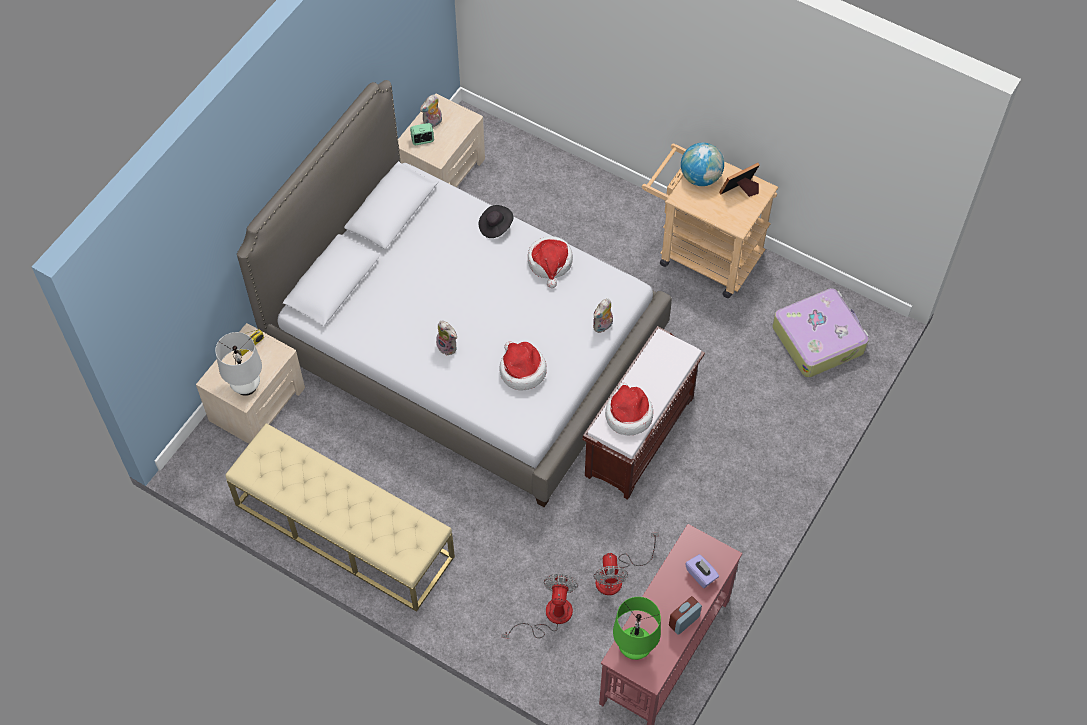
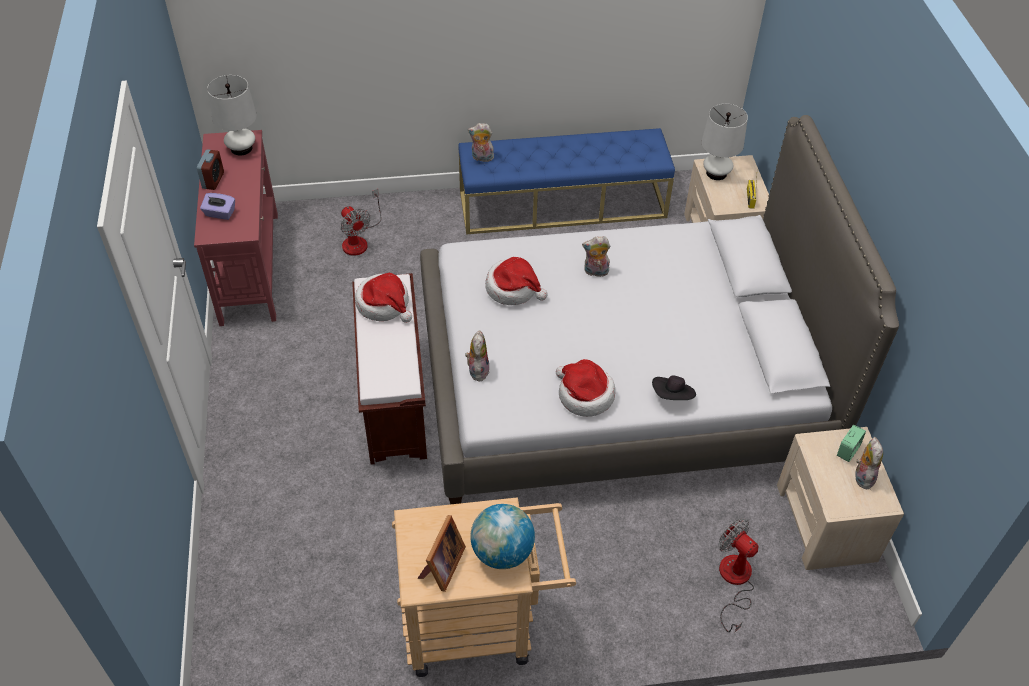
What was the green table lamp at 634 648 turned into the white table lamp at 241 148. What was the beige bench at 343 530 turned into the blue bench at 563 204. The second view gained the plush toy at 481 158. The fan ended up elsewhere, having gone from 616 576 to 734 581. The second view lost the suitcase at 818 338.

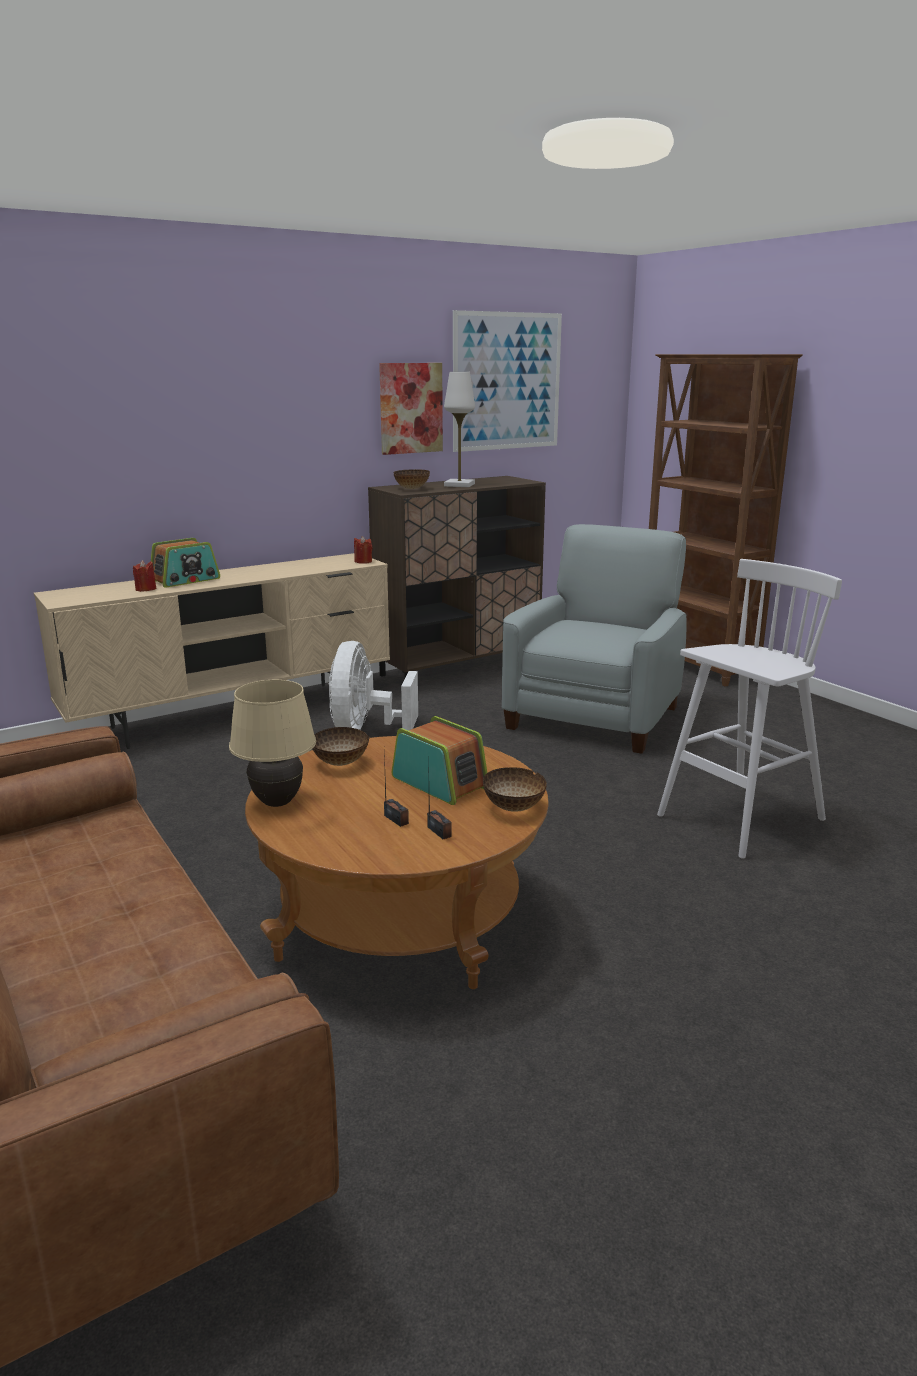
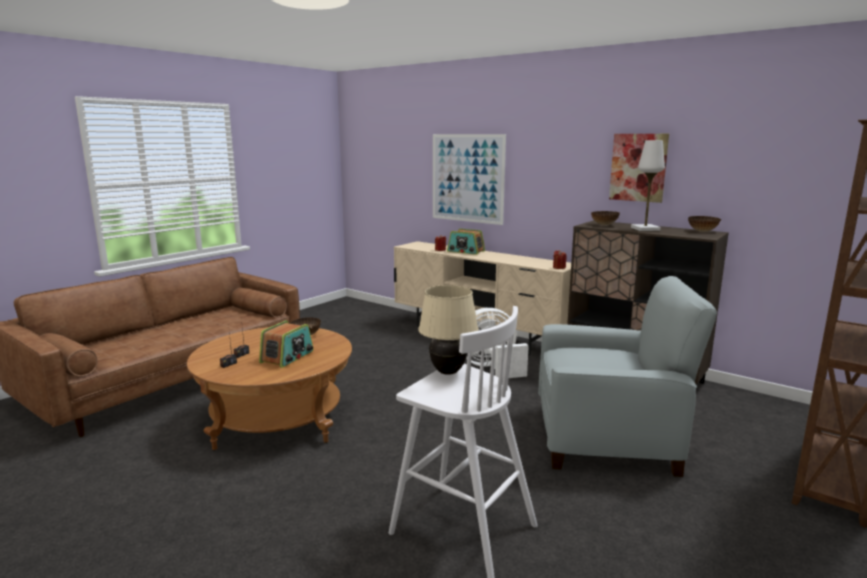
The beige table lamp ended up elsewhere, having gone from 277 802 to 448 372. The picture ended up elsewhere, having gone from 507 381 to 467 178. The bowl ended up elsewhere, having gone from 514 808 to 702 231.

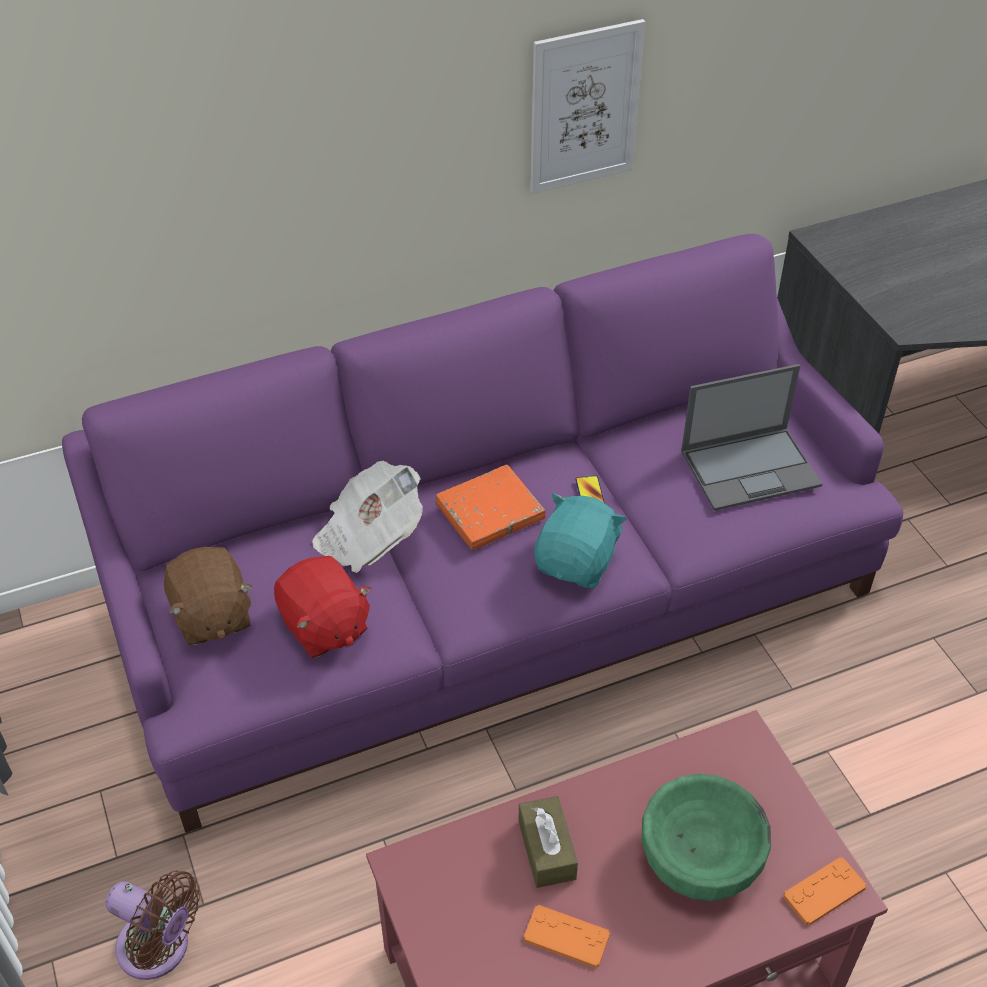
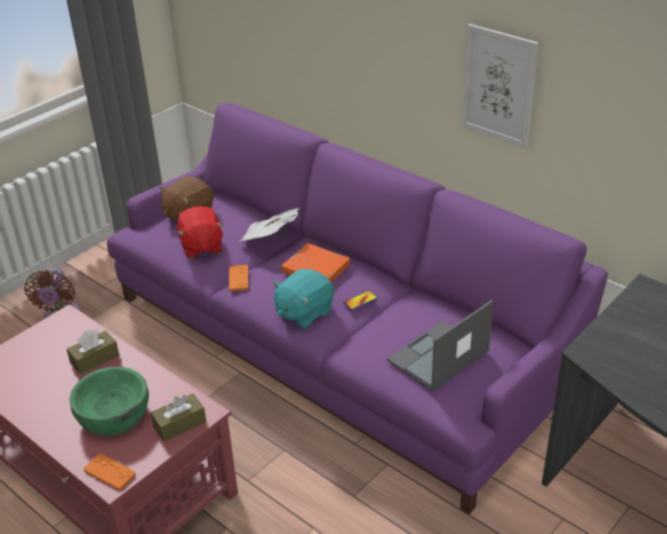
The second view gained the brown tissue box at 179 424. The red plush toy at 324 627 ended up facing another way, 45 degrees counterclockwise from before. The orange game controller ended up elsewhere, having gone from 566 937 to 238 278. The turquoise plush toy at 577 562 ended up facing another way, 135 degrees clockwise from before. The laptop at 751 468 ended up facing another way, 90 degrees clockwise from before.

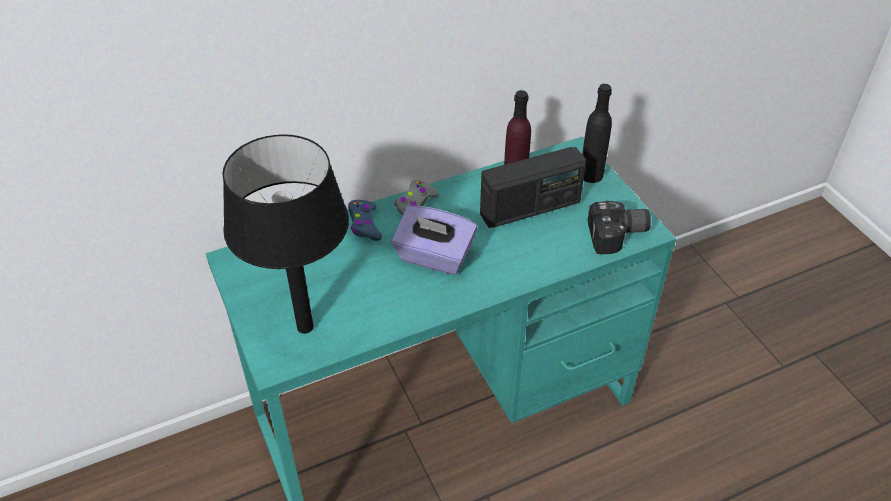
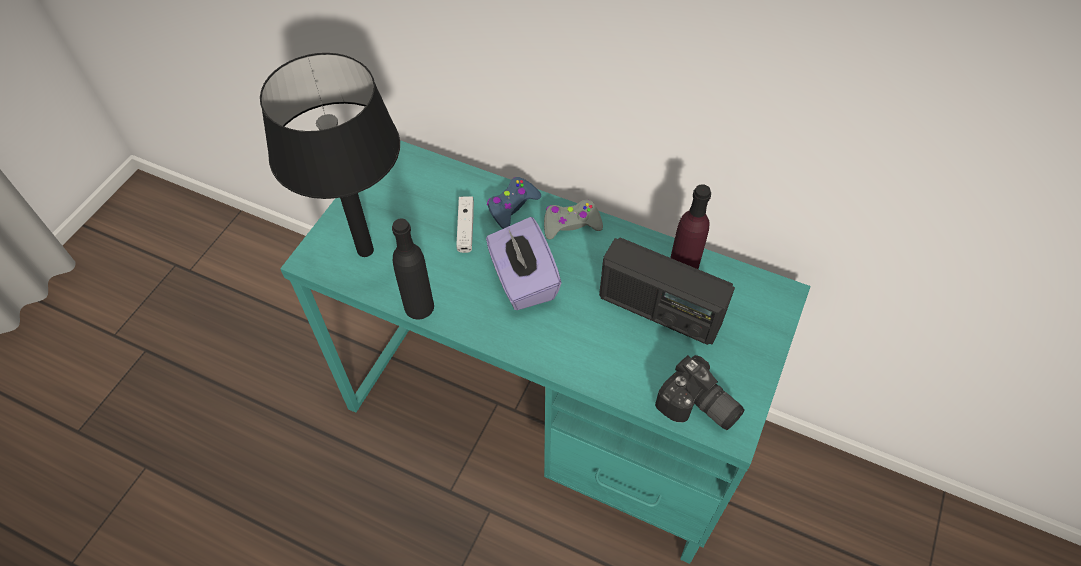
The black bottle ended up elsewhere, having gone from 591 175 to 419 306. The second view gained the white game controller at 465 228.

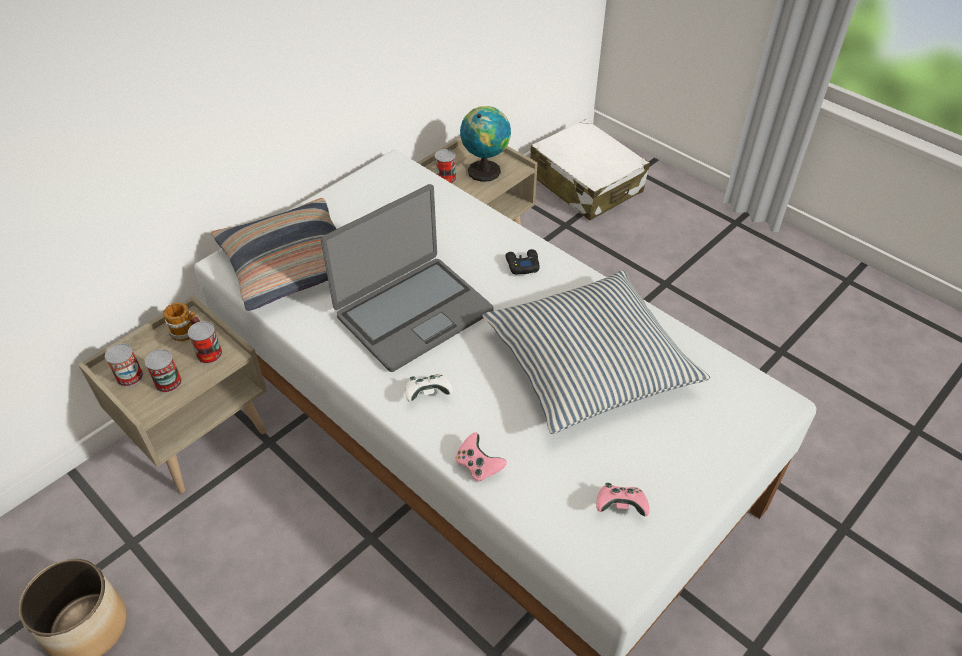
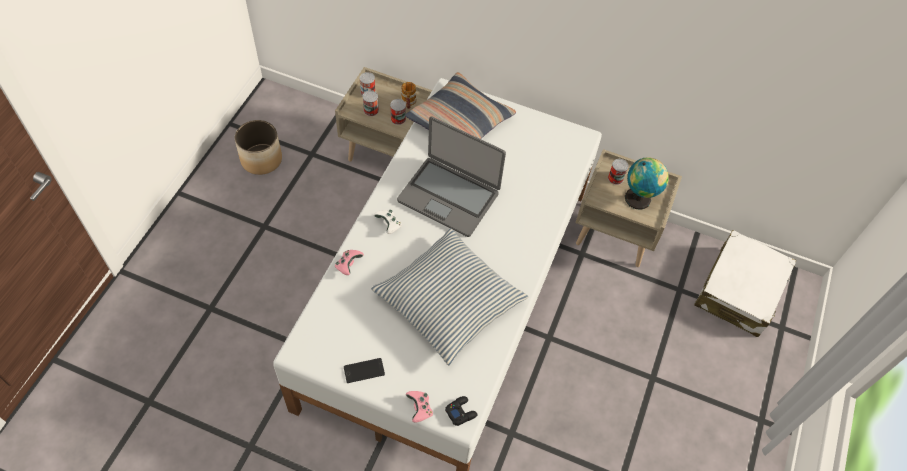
The second view gained the phone at 364 370. The pink game controller ended up elsewhere, having gone from 620 507 to 419 409. The black game controller ended up elsewhere, having gone from 522 265 to 461 412.

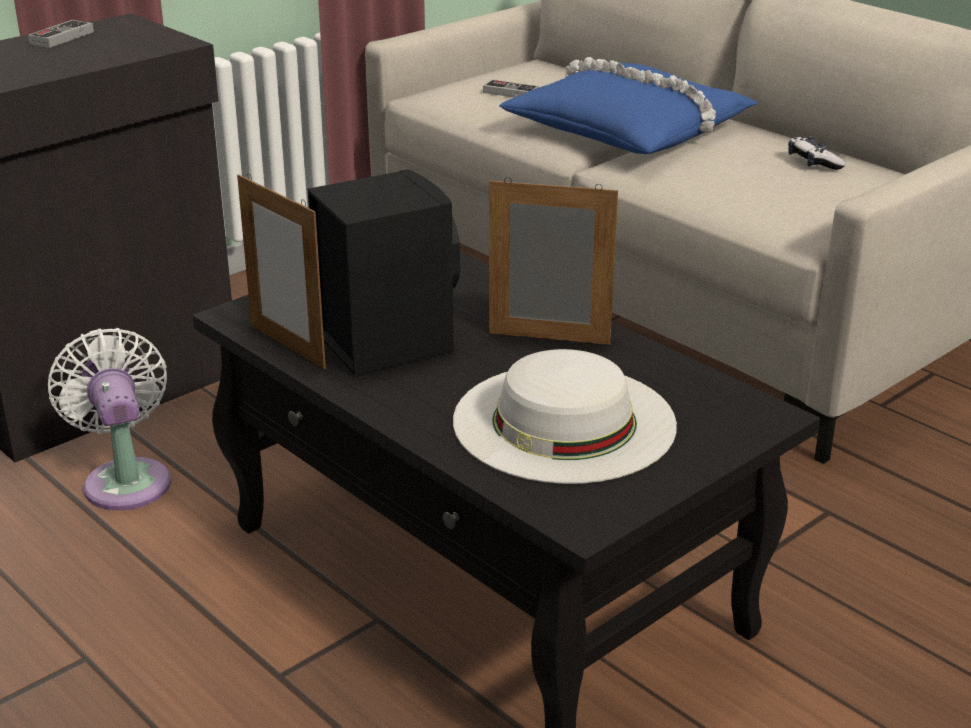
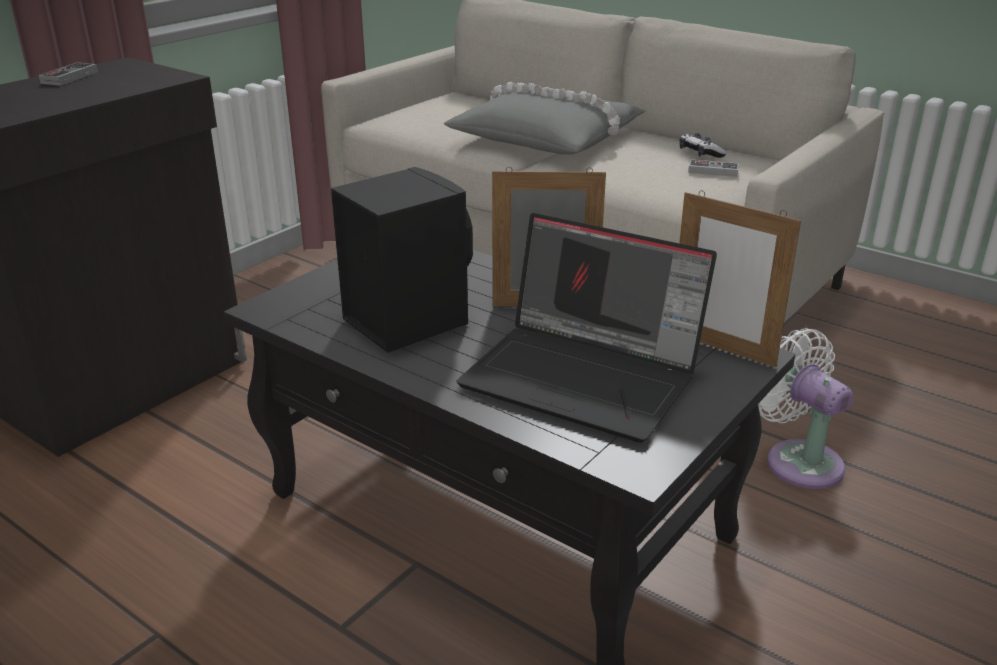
What was the blue pillow at 629 129 turned into the grey pillow at 547 137. Where the white hat stood at 564 422, the laptop came to stand at 585 377. The picture frame ended up elsewhere, having gone from 287 346 to 721 348. The game controller ended up elsewhere, having gone from 510 93 to 713 171. The white fan ended up elsewhere, having gone from 126 480 to 798 460.

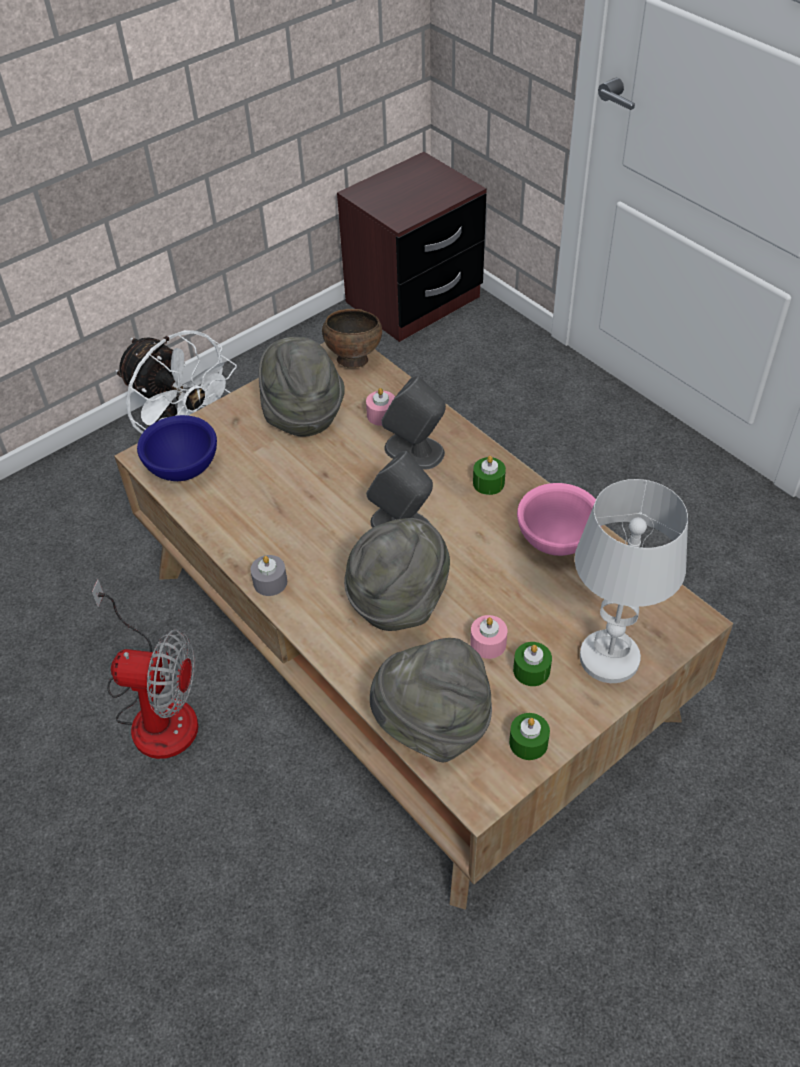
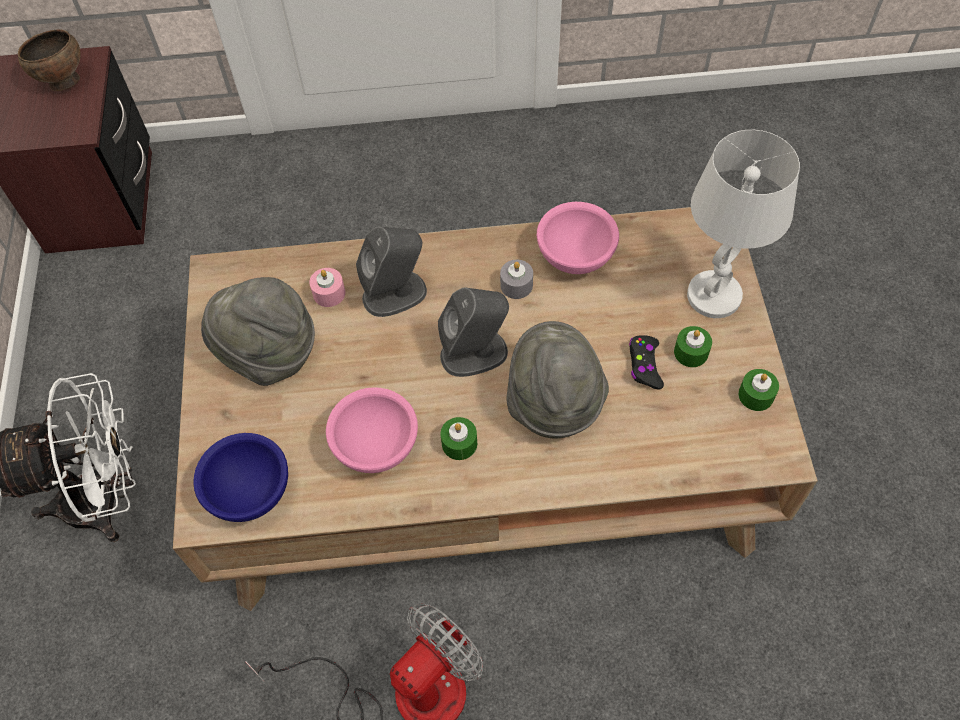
The brown bowl ended up elsewhere, having gone from 353 359 to 62 82. The second view gained the pink bowl at 375 446. The green candle ended up elsewhere, having gone from 488 483 to 459 443. The grey candle ended up elsewhere, having gone from 270 582 to 516 285. Where the pink candle stood at 488 643, the black game controller came to stand at 644 365. The second view lost the grey hat at 433 725.

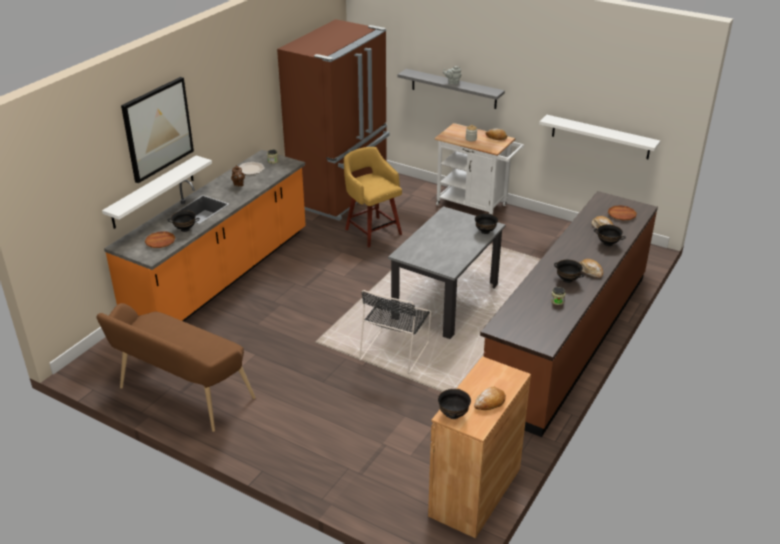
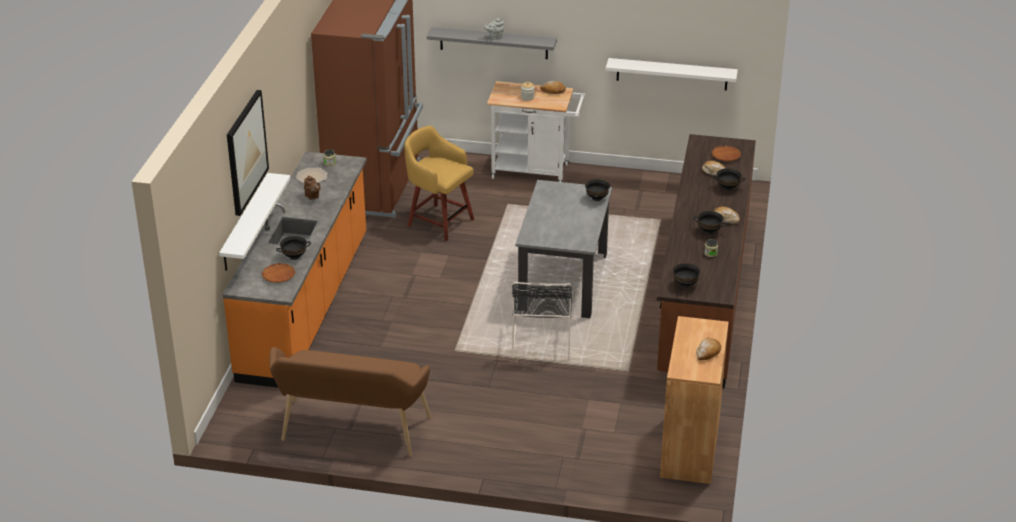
The black bowl ended up elsewhere, having gone from 453 415 to 685 285.

